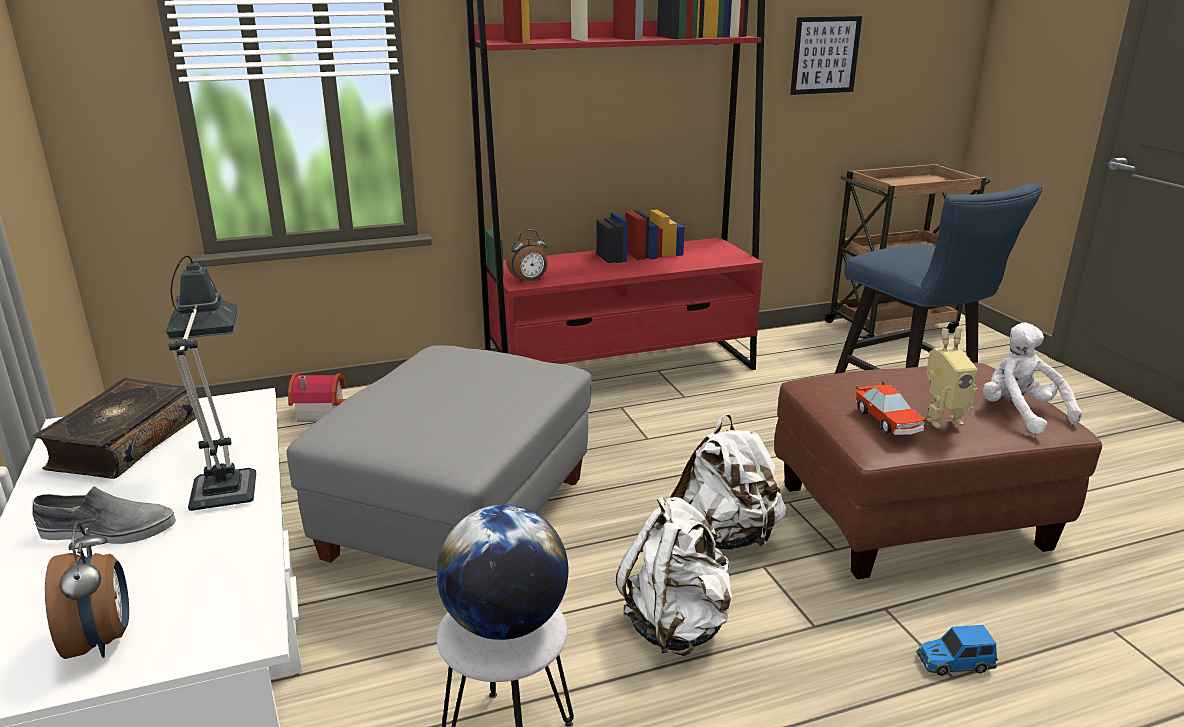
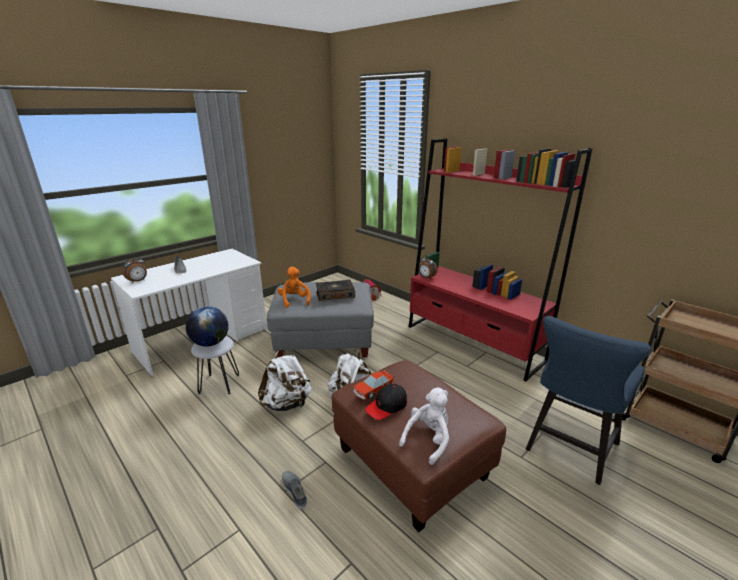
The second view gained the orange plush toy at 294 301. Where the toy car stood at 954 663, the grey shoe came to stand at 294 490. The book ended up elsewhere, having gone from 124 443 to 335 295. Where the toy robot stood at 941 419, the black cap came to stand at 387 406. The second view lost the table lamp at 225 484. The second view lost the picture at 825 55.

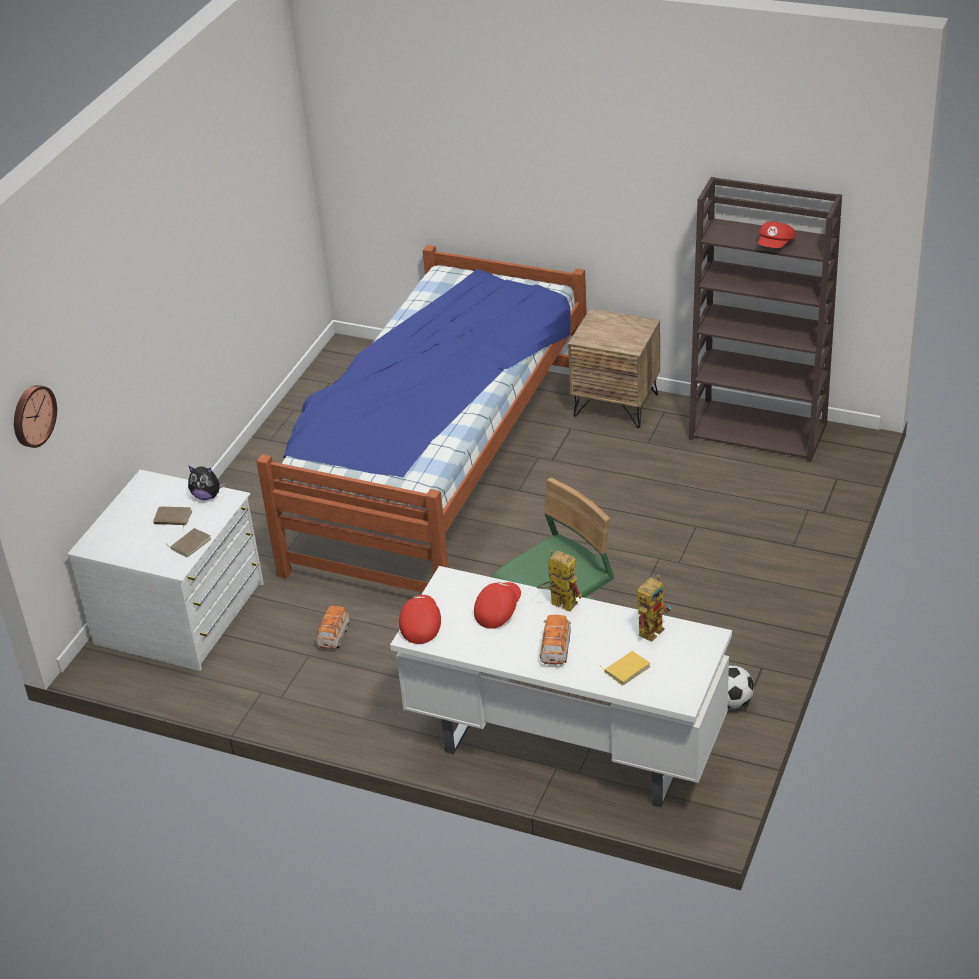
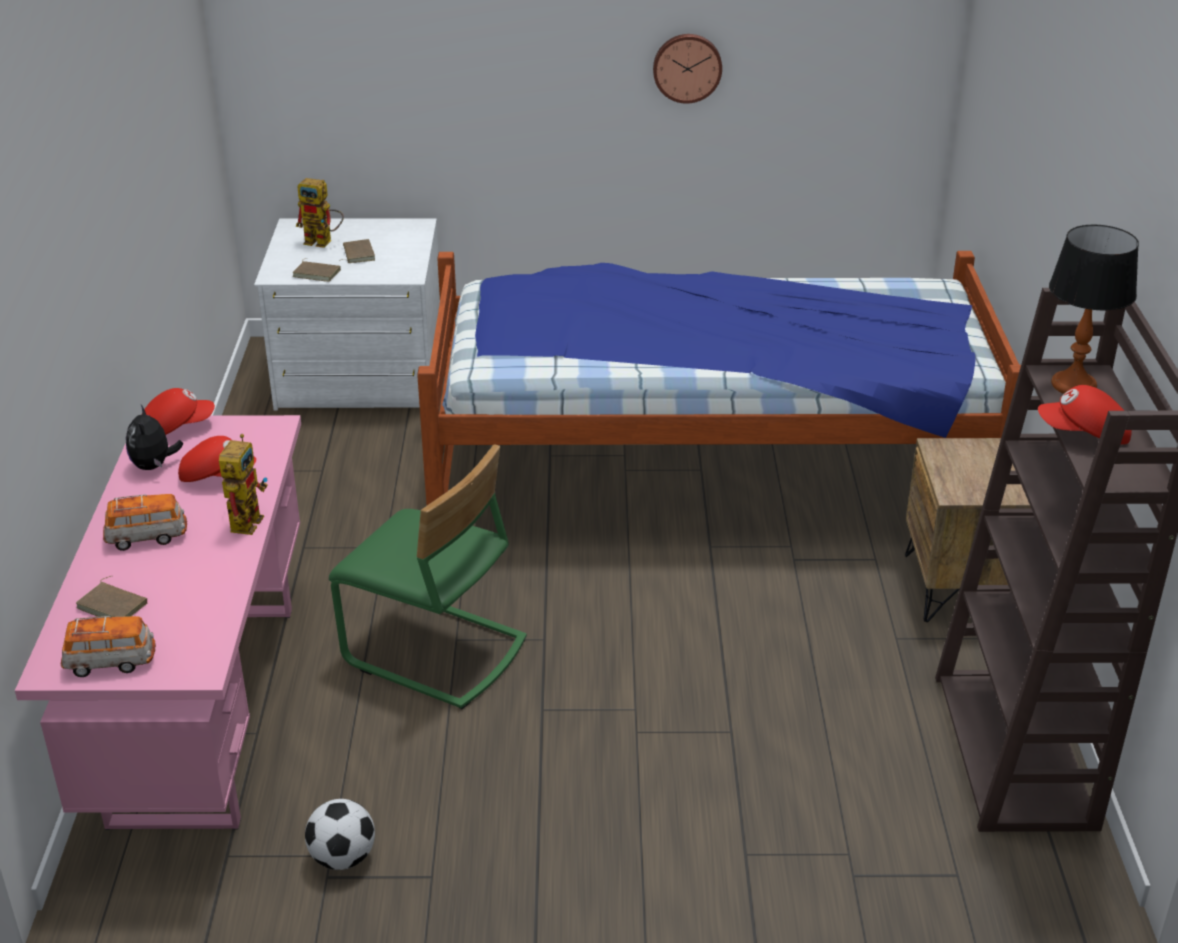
What was the white desk at 564 749 turned into the pink desk at 204 709. The toy car ended up elsewhere, having gone from 334 636 to 110 662. What was the yellow book at 626 669 turned into the brown book at 114 605. The plush toy ended up elsewhere, having gone from 207 496 to 154 466. The toy robot ended up elsewhere, having gone from 652 627 to 324 242. The wall clock ended up elsewhere, having gone from 32 415 to 687 67. The second view gained the table lamp at 1074 385.

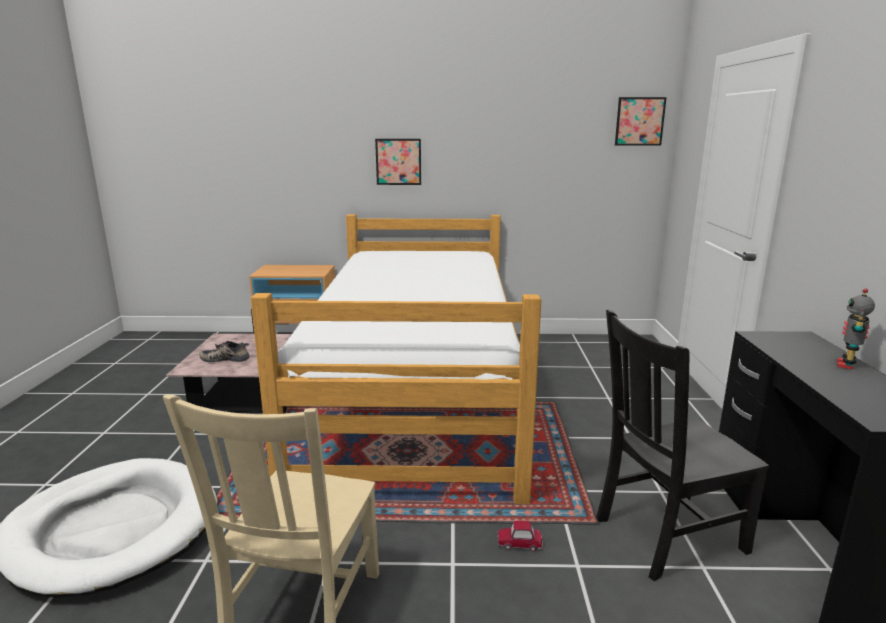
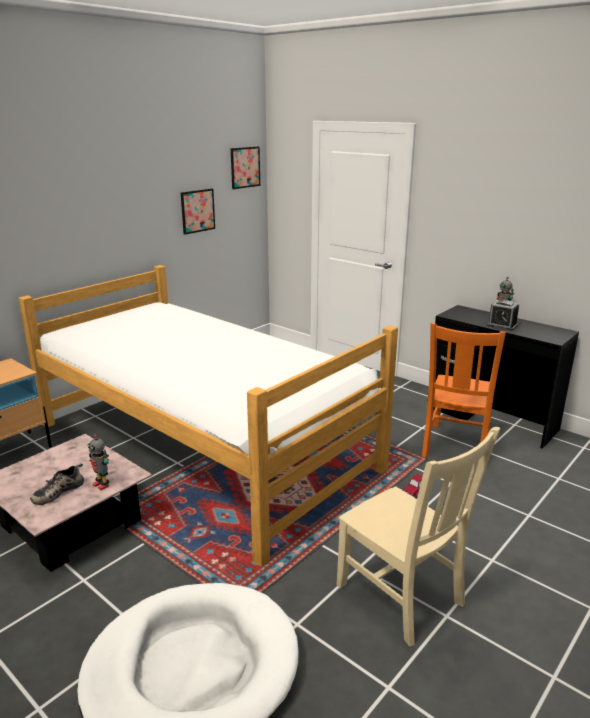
The second view gained the toy robot at 102 485. The picture ended up elsewhere, having gone from 398 162 to 197 211. What was the black chair at 665 535 turned into the orange chair at 455 447. The second view gained the alarm clock at 502 325.

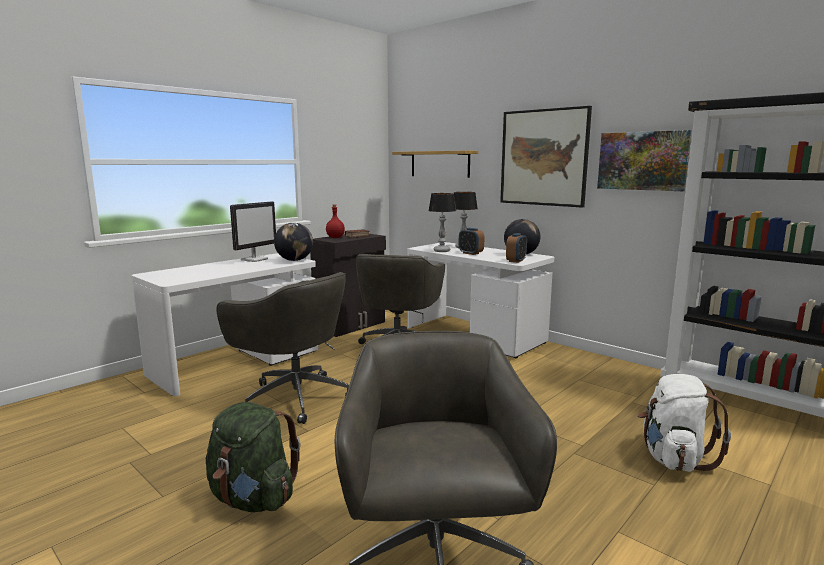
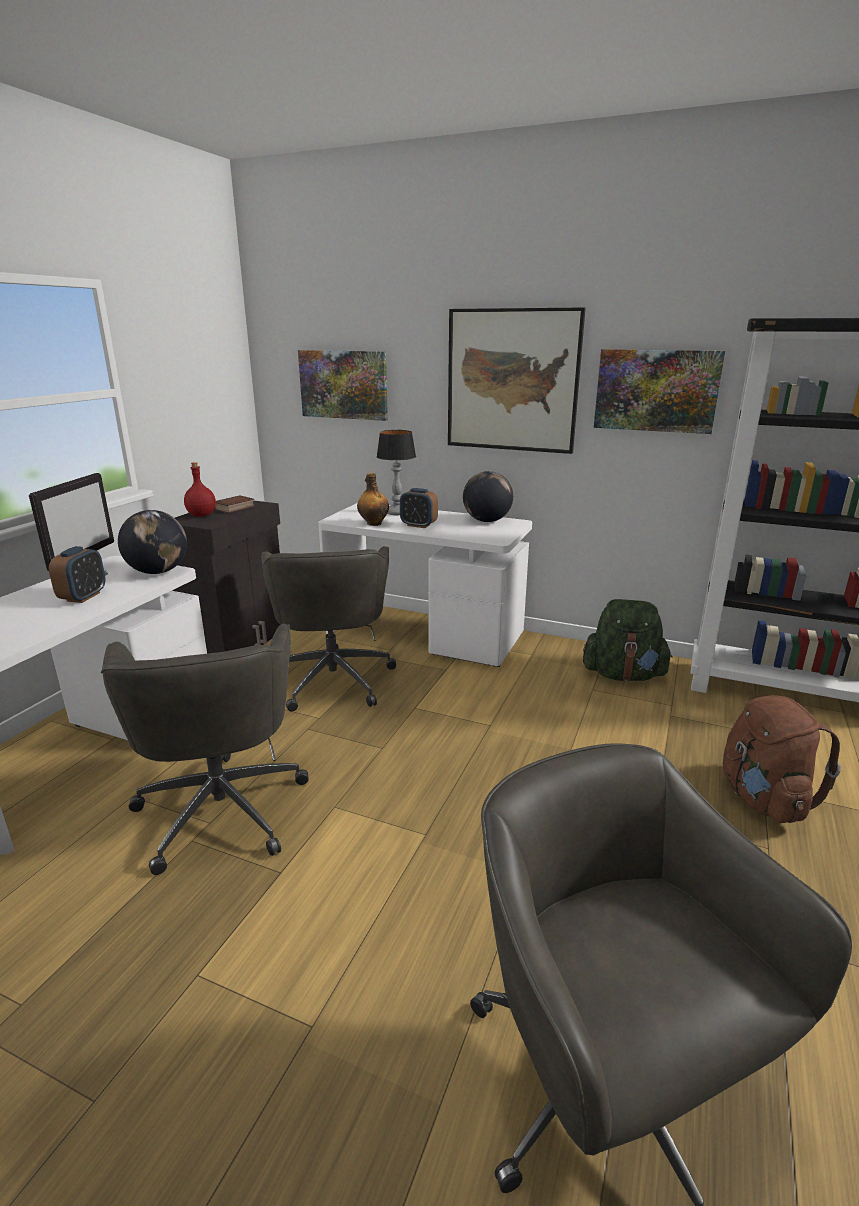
The alarm clock ended up elsewhere, having gone from 516 261 to 83 597. The grey office chair at 294 397 ended up facing another way, 60 degrees clockwise from before. Where the shelf hung at 439 164, the picture came to hang at 344 384. Where the table lamp stood at 441 251, the bottle came to stand at 373 523. The green backpack ended up elsewhere, having gone from 253 499 to 623 675. What was the white backpack at 673 458 turned into the brown backpack at 763 798.

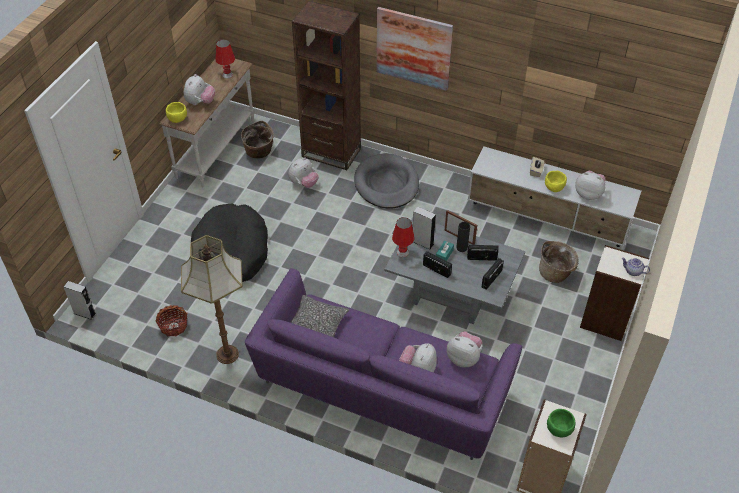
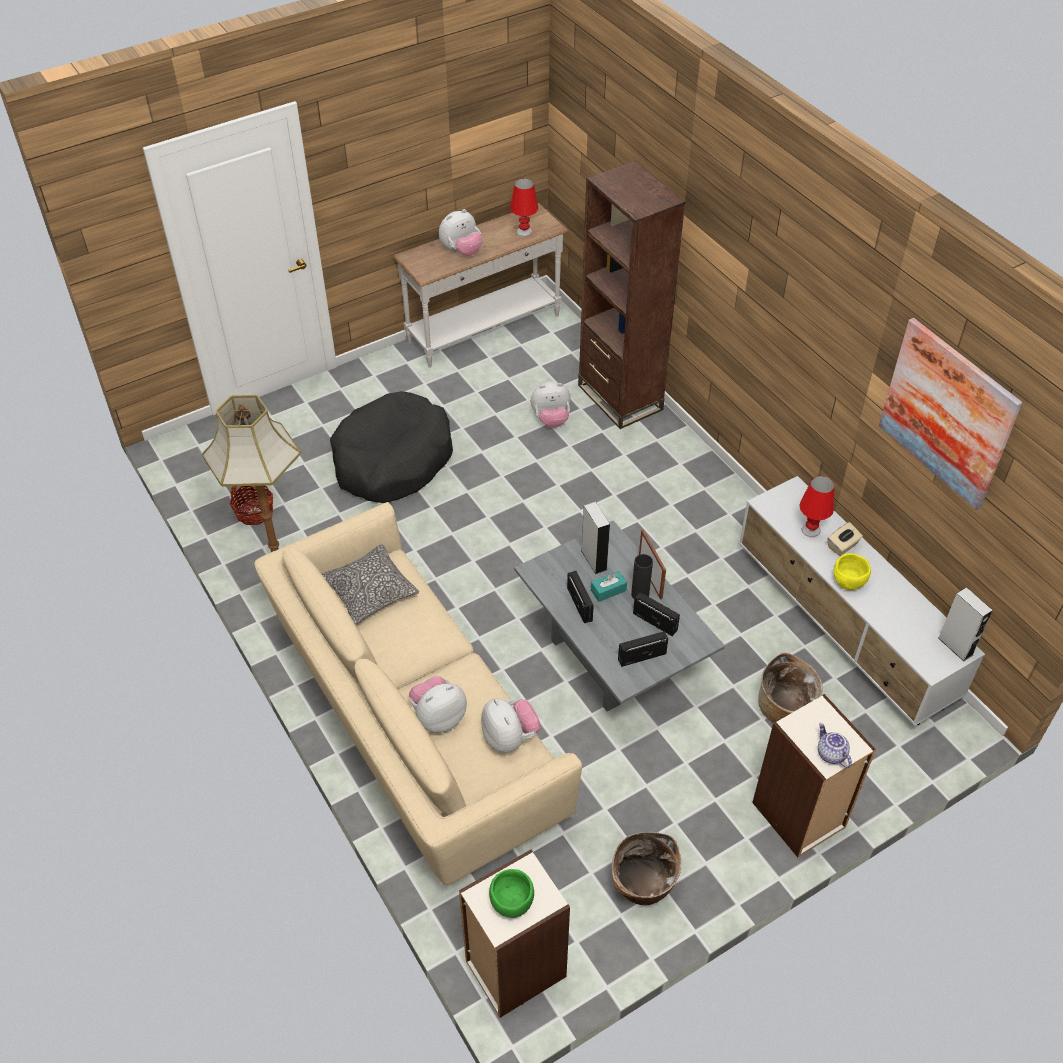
What was the purple sofa at 381 390 turned into the beige sofa at 414 725. The basket ended up elsewhere, having gone from 259 152 to 642 887. The red table lamp ended up elsewhere, having gone from 402 252 to 811 530. The picture ended up elsewhere, having gone from 413 48 to 947 413. The grey speaker ended up elsewhere, having gone from 84 313 to 955 646. The second view lost the yellow bowl at 178 119. The second view lost the grey dog bed at 386 184. The second view lost the plush toy at 588 194.

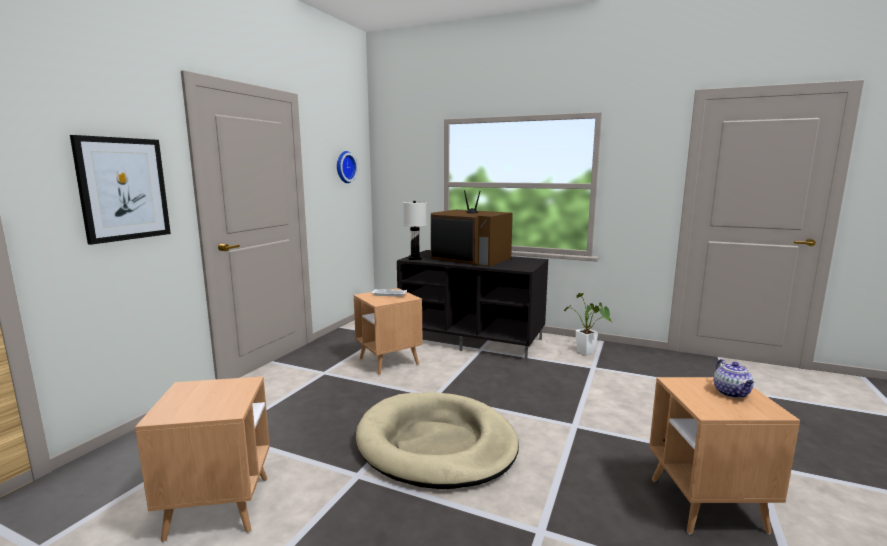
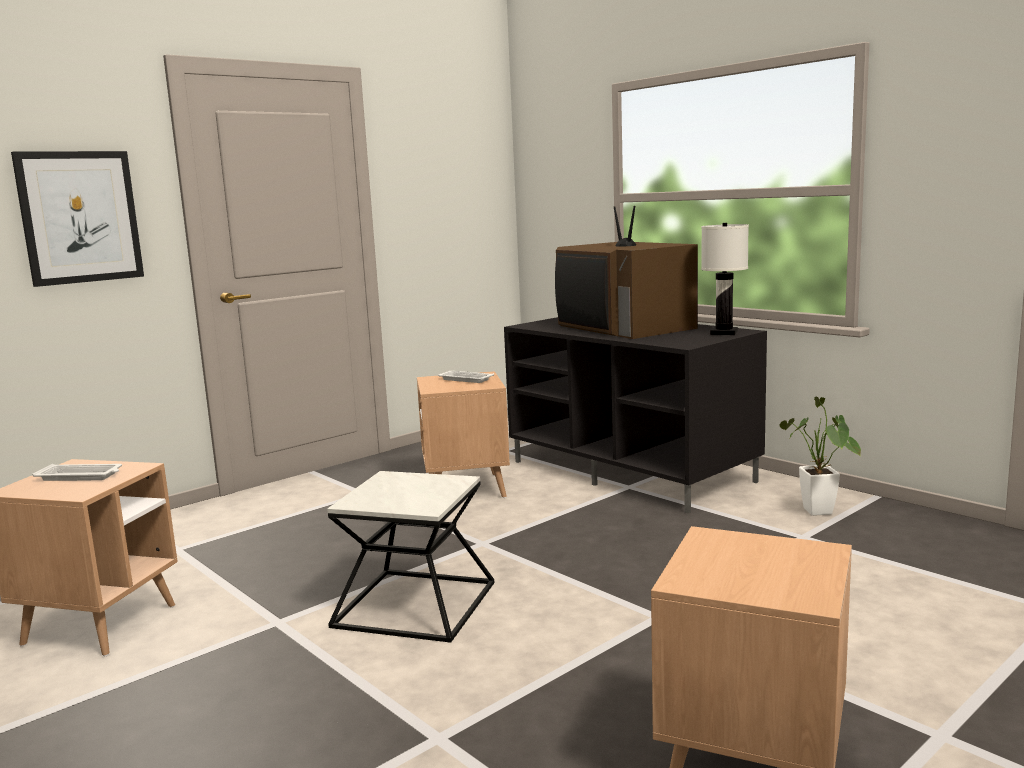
The second view gained the white tray at 80 476. Where the beige dog bed stood at 436 444, the side table came to stand at 415 604. The white table lamp ended up elsewhere, having gone from 415 258 to 724 333. The second view lost the wall clock at 344 167. The second view lost the teapot at 732 393.

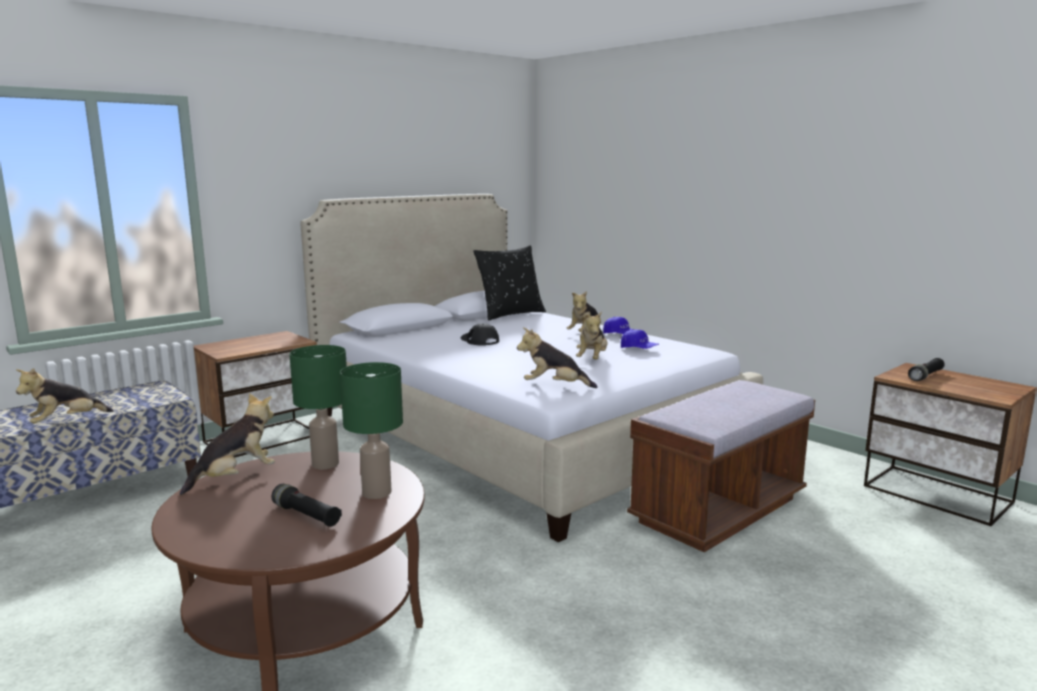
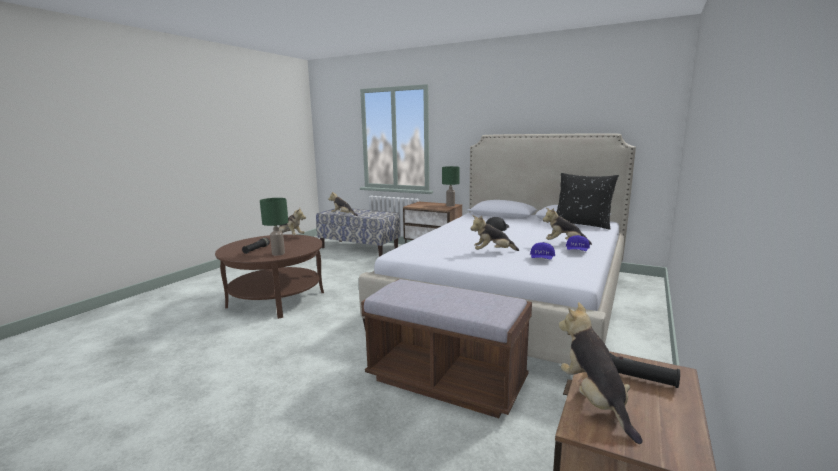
The green table lamp ended up elsewhere, having gone from 324 464 to 450 205. The plush toy ended up elsewhere, having gone from 554 386 to 594 401.

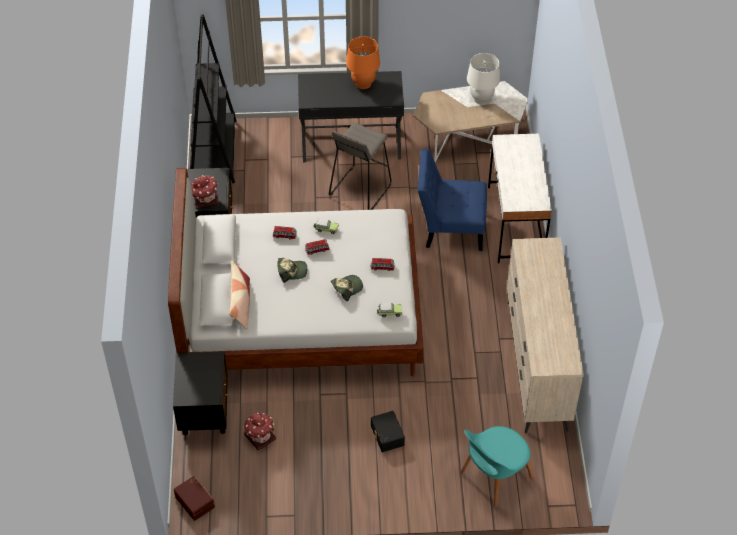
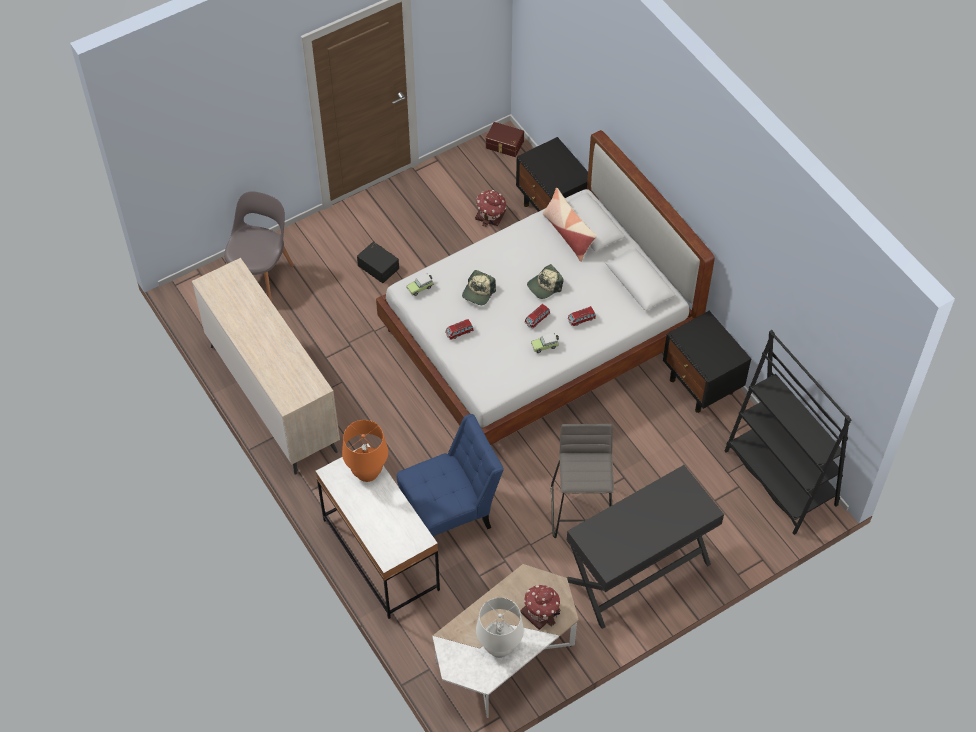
What was the turquoise chair at 494 477 turned into the grey chair at 260 275. The orange table lamp ended up elsewhere, having gone from 363 83 to 367 472. The toy house ended up elsewhere, having gone from 205 199 to 541 611.

